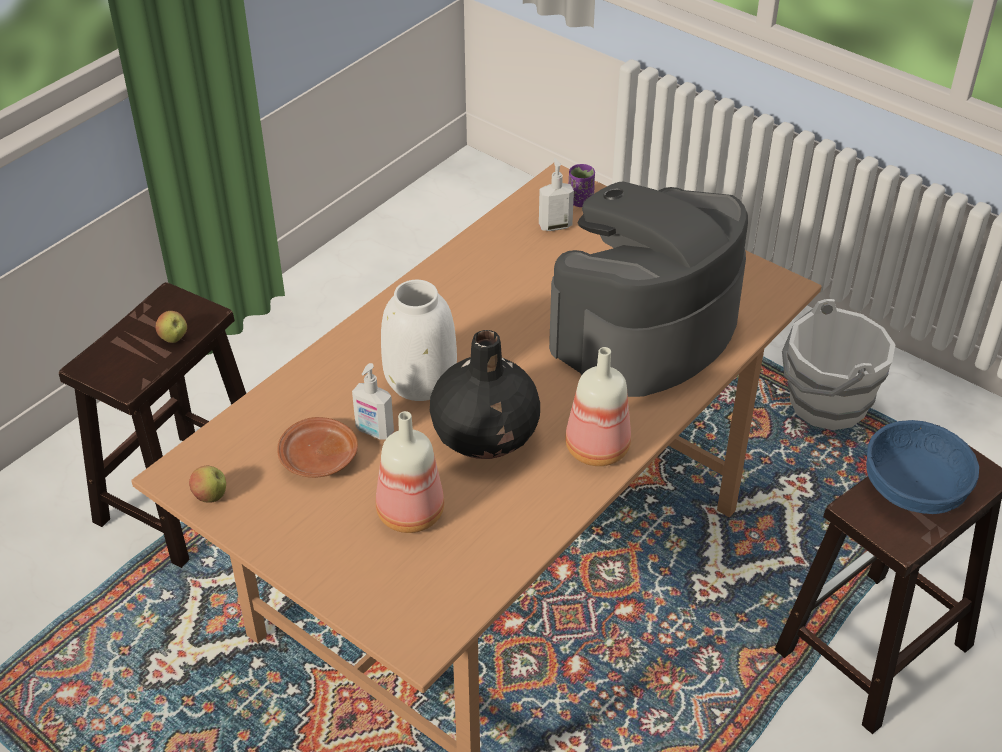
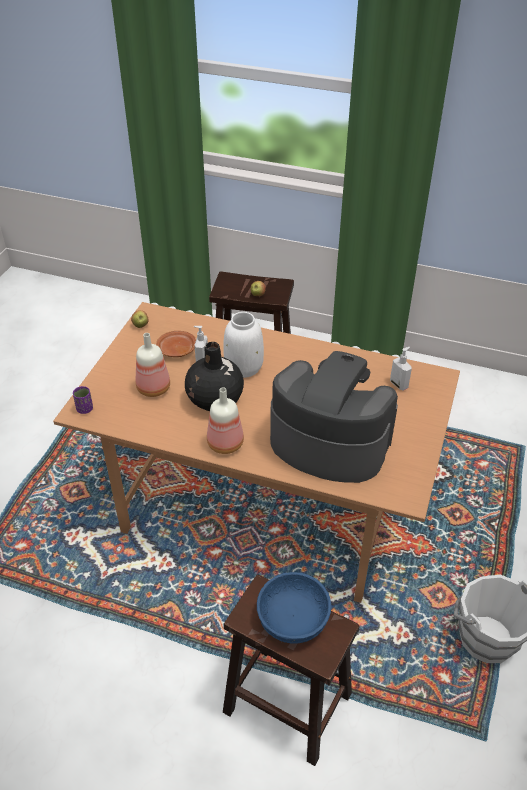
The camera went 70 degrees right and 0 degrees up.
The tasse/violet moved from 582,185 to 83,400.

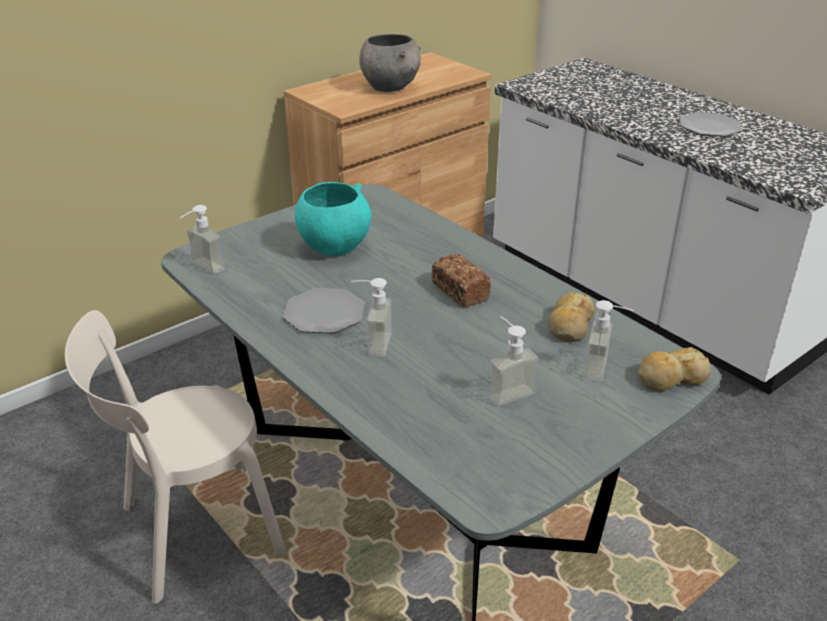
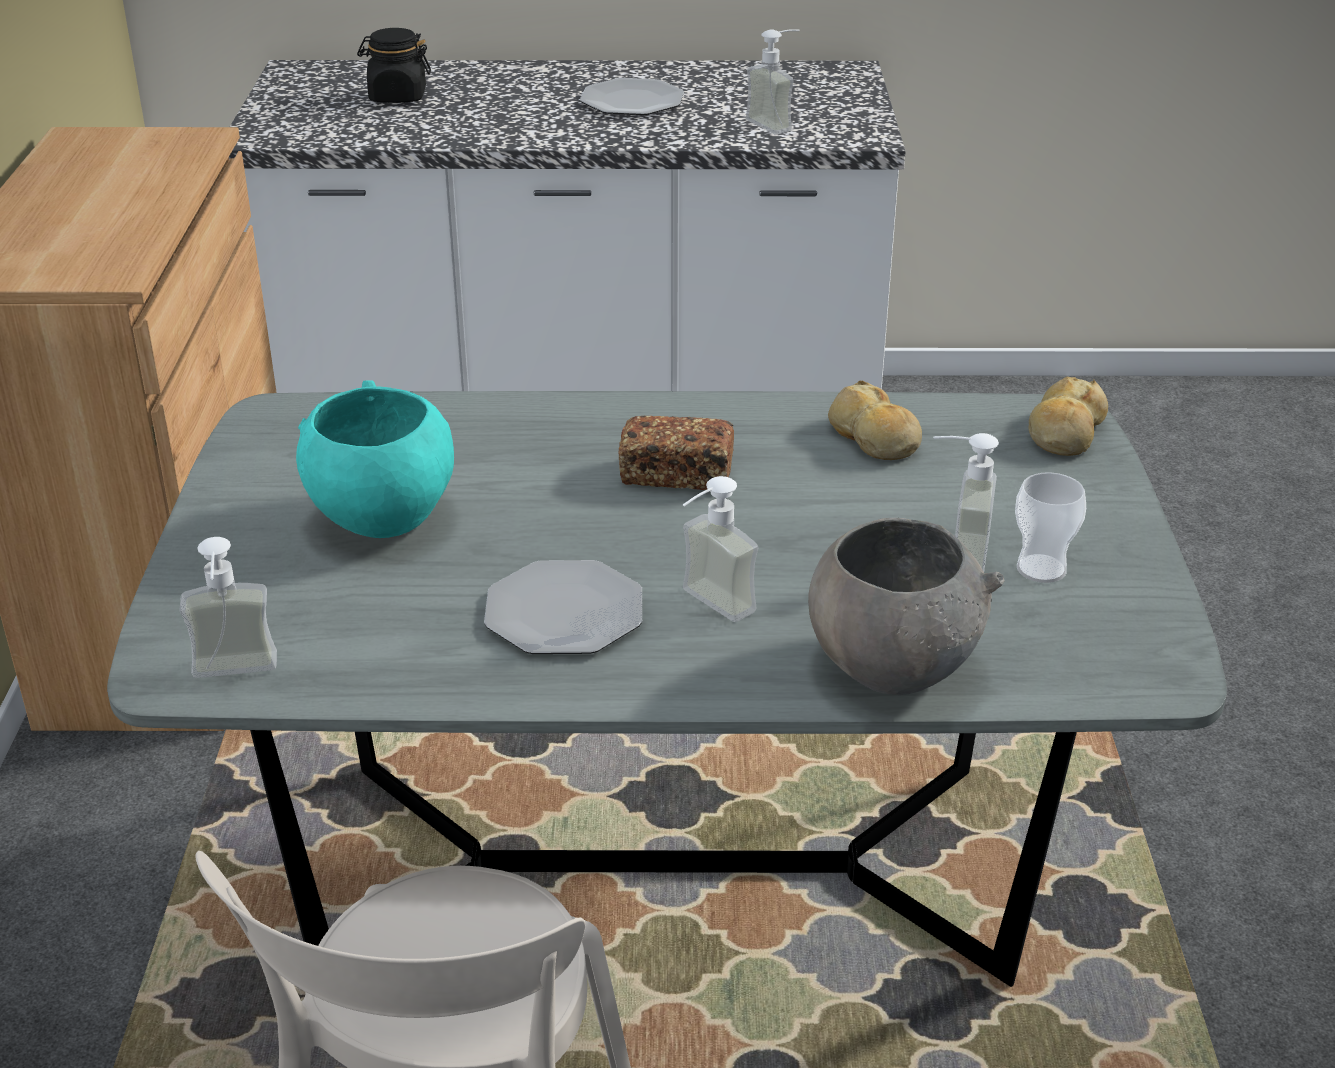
The camera went 50 degrees left and 0 degrees up.
The bocal/noir at 394,65 appeared.
The tasse at 1050,527 appeared.
The bol/gris moved from 390,63 to 906,606.
The distributeur de savon moved from 609,341 to 773,82.

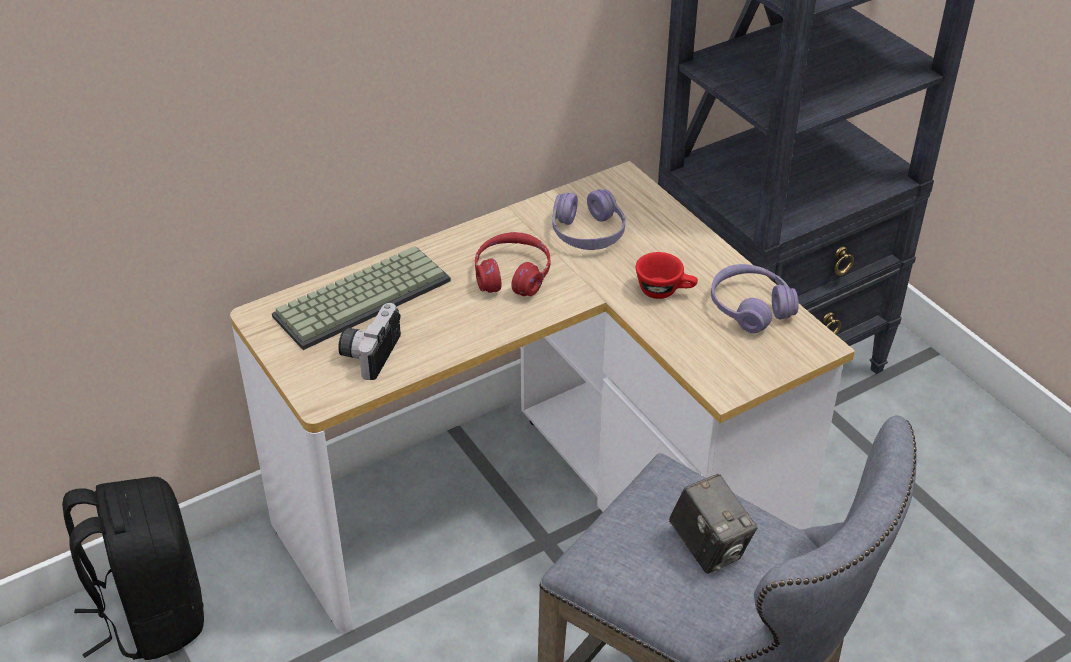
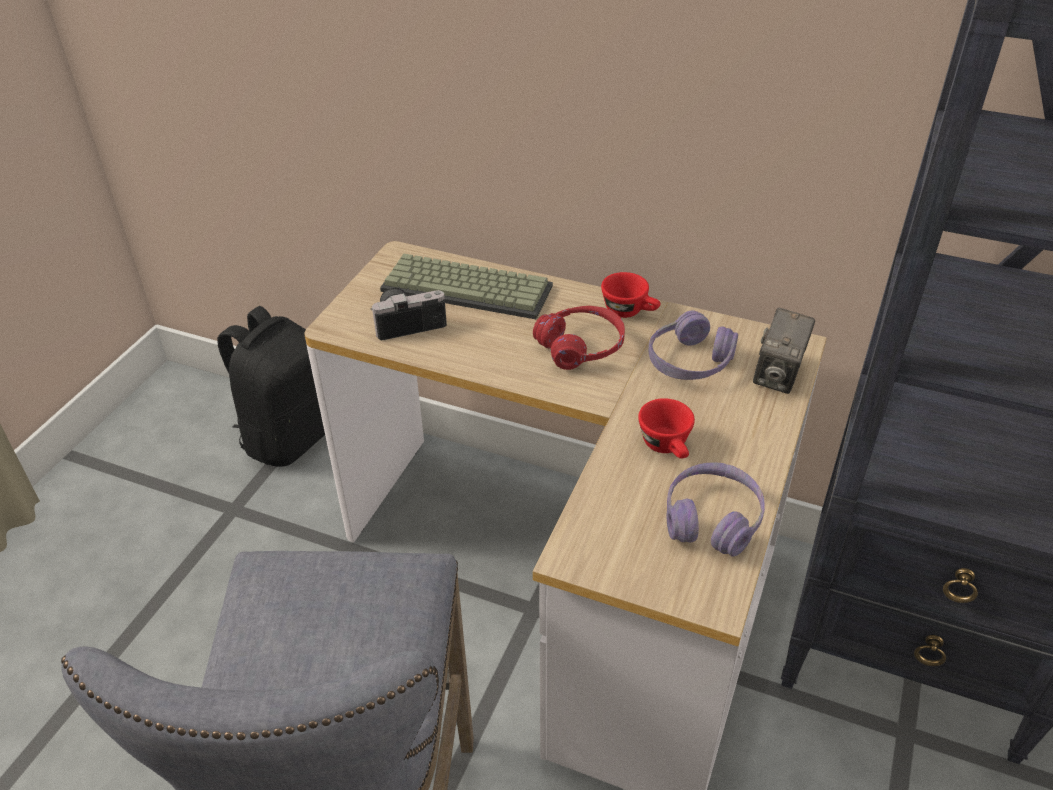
The camera went 55 degrees right and 0 degrees up.
The tasse/rouge at 631,295 appeared.
The appareil photo moved from 713,524 to 784,351.

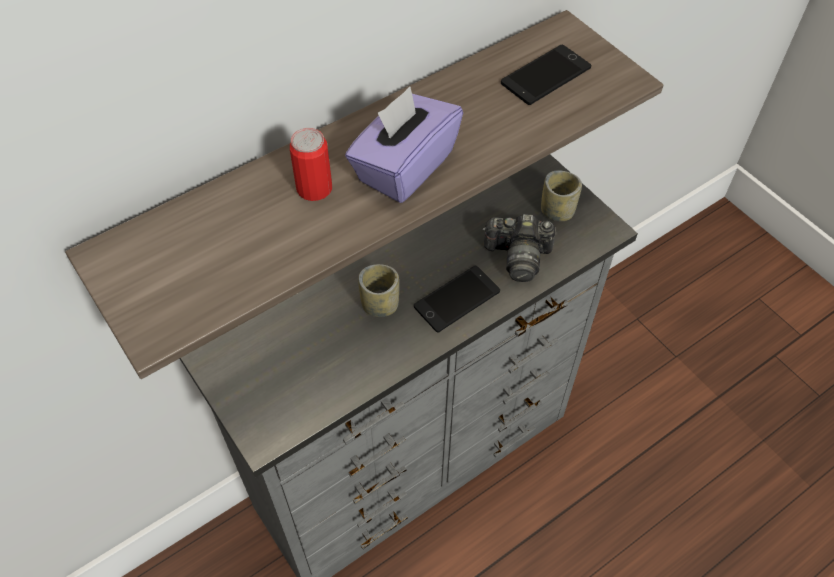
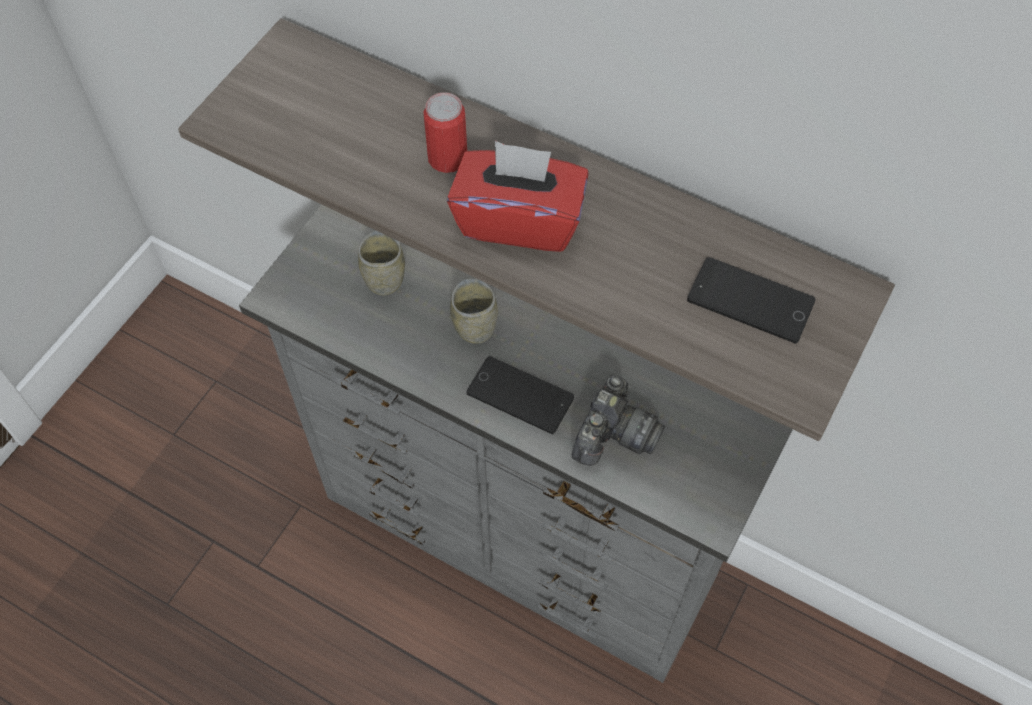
The camera went 65 degrees right and 5 degrees up.
The tasse moved from 561,195 to 381,263.
The boîte à mouchoirs/violet at 404,145 became the boîte à mouchoirs/rouge at 518,196.
The appareil photo at 519,248 turned 135 degrees counterclockwise.

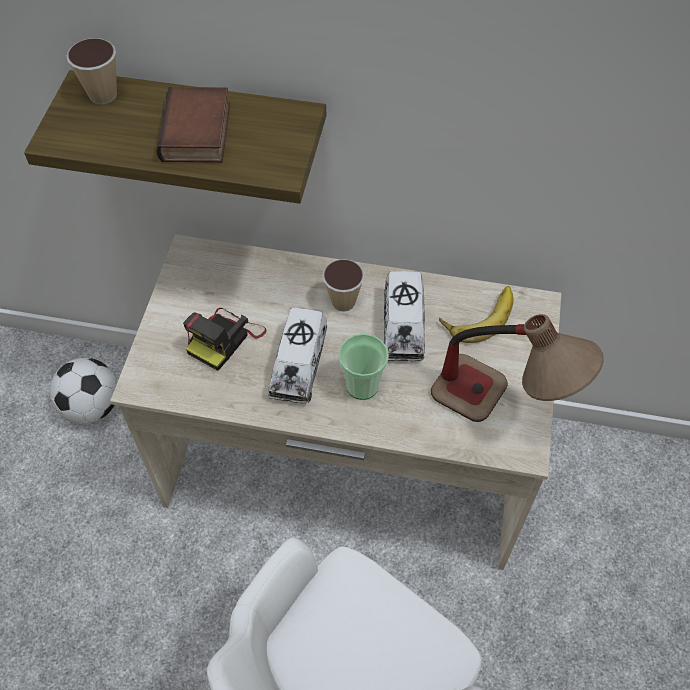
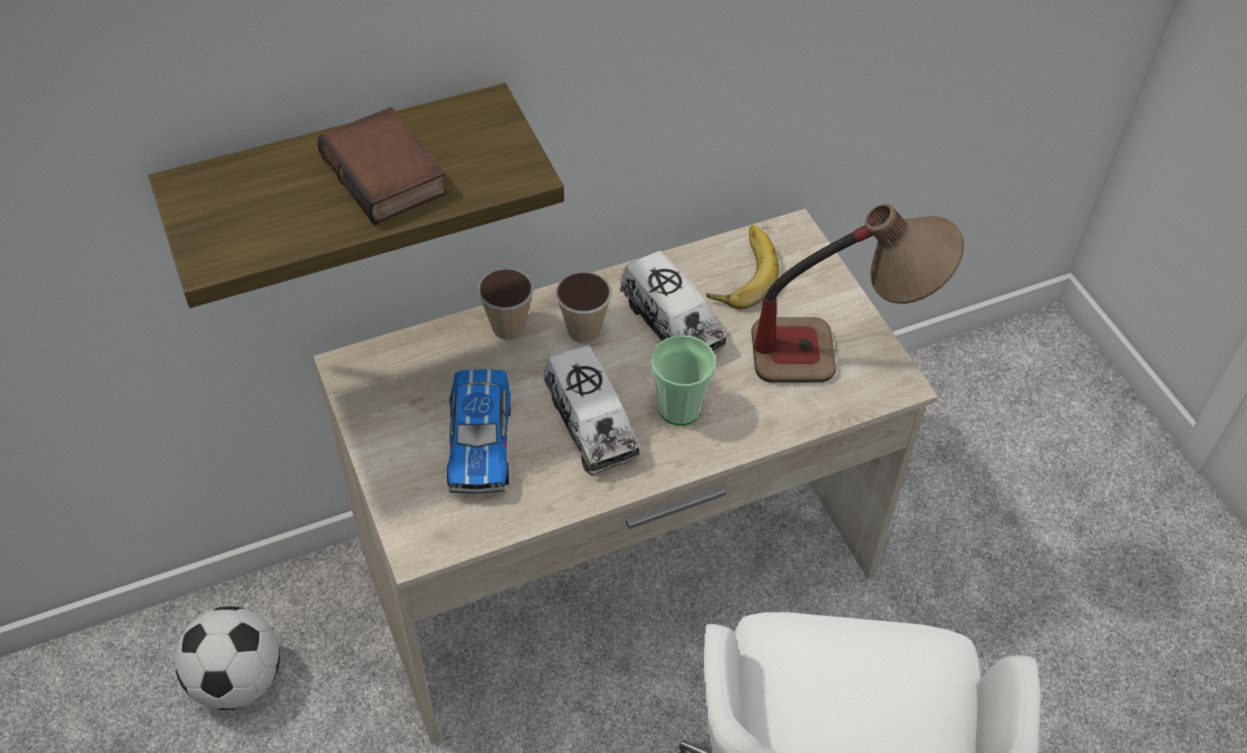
The camera went 35 degrees left and 5 degrees down.
The tasse moved from 91,71 to 506,304.
The appareil photo at 224,339 was replaced by the petite voiture at 479,431.

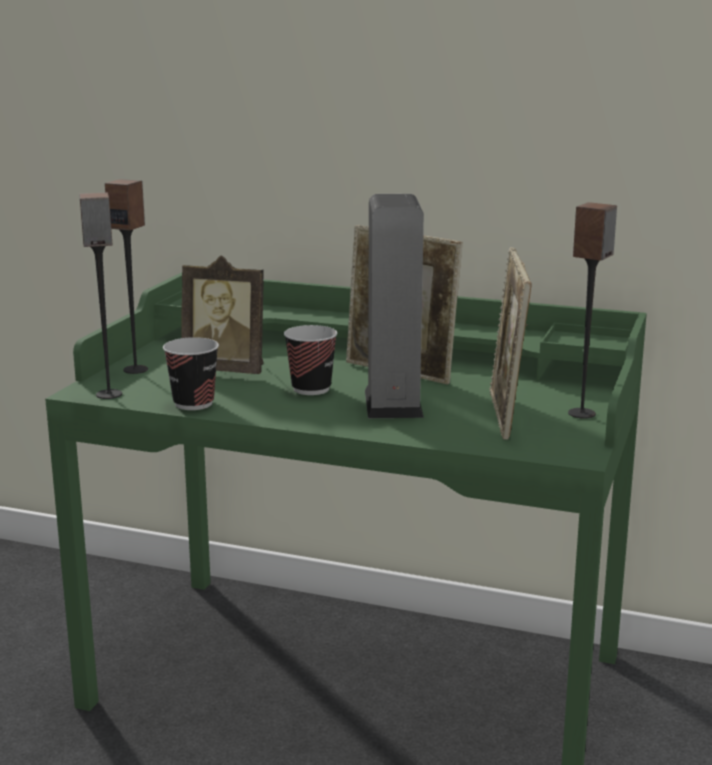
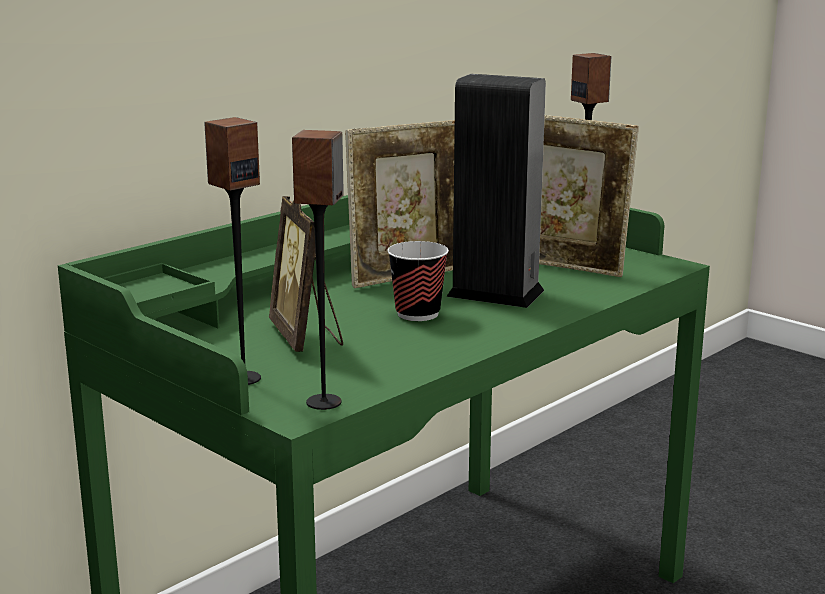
The camera went 65 degrees left and 0 degrees up.
The tasse at 191,373 disappeared.
The cadre photo at 222,314 turned 120 degrees clockwise.

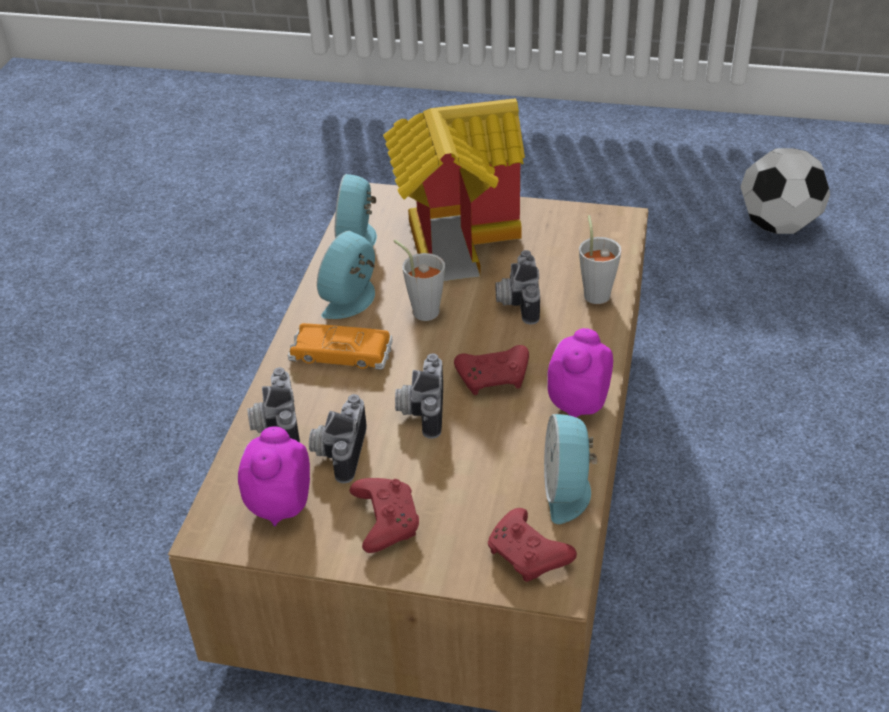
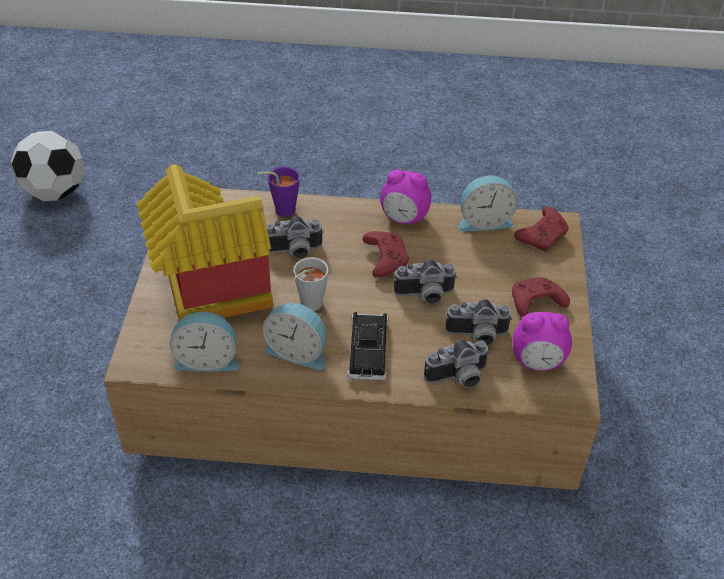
The camera went 100 degrees left and 5 degrees up.
The petite voiture/orange at 340,346 became the petite voiture/noir at 368,346.
The tasse/gris at 600,259 became the tasse/violet at 278,192.

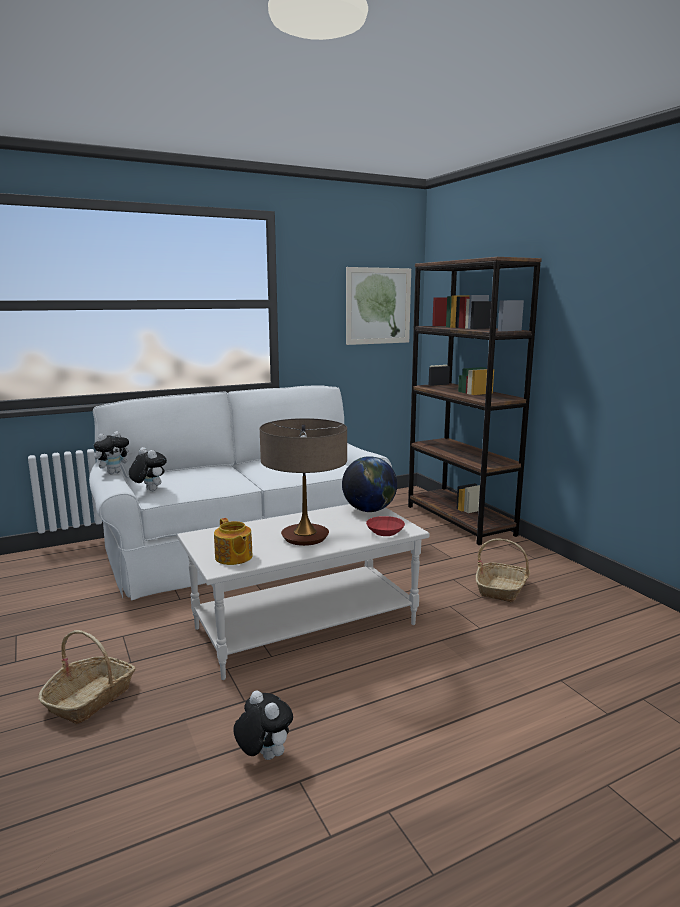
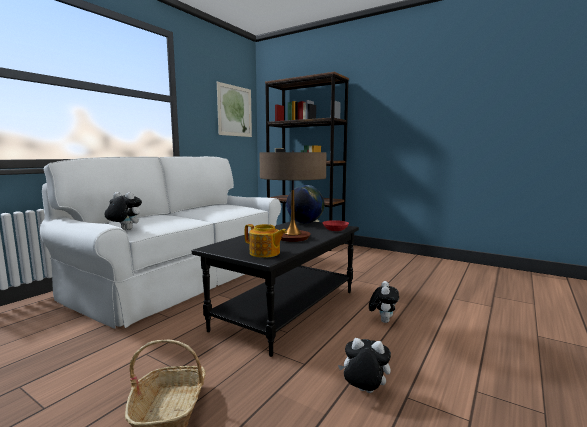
The camera went 30 degrees left and 5 degrees down.
The panier at 503,570 disappeared.
The peluche moved from 113,452 to 384,302.
The table basse/blanc at 303,592 became the table basse/noir at 275,289.

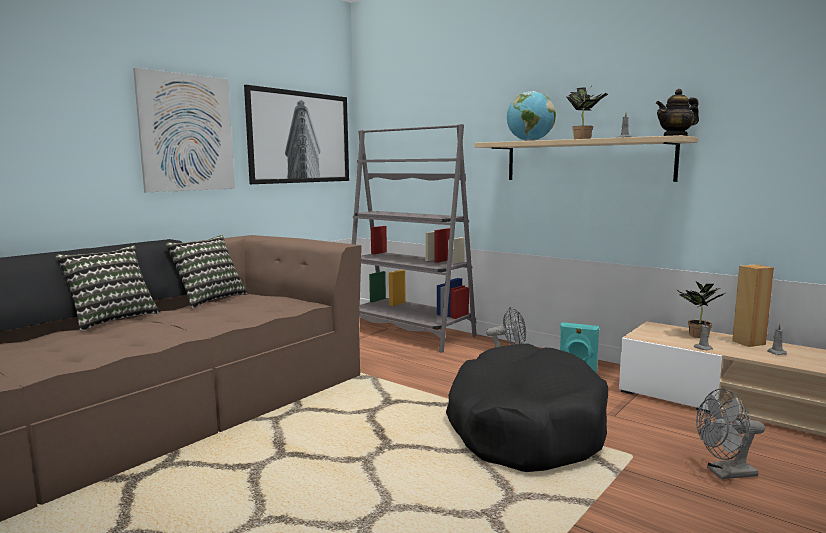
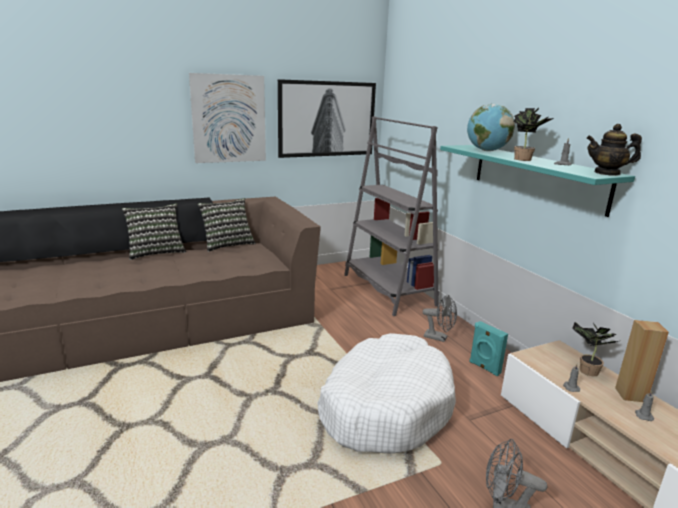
The camera went 25 degrees right and 10 degrees up.
The panier pour chien/noir at 527,408 became the panier pour chien/blanc at 386,393.
The étagère/beige at 586,158 became the étagère/turquoise at 537,181.

